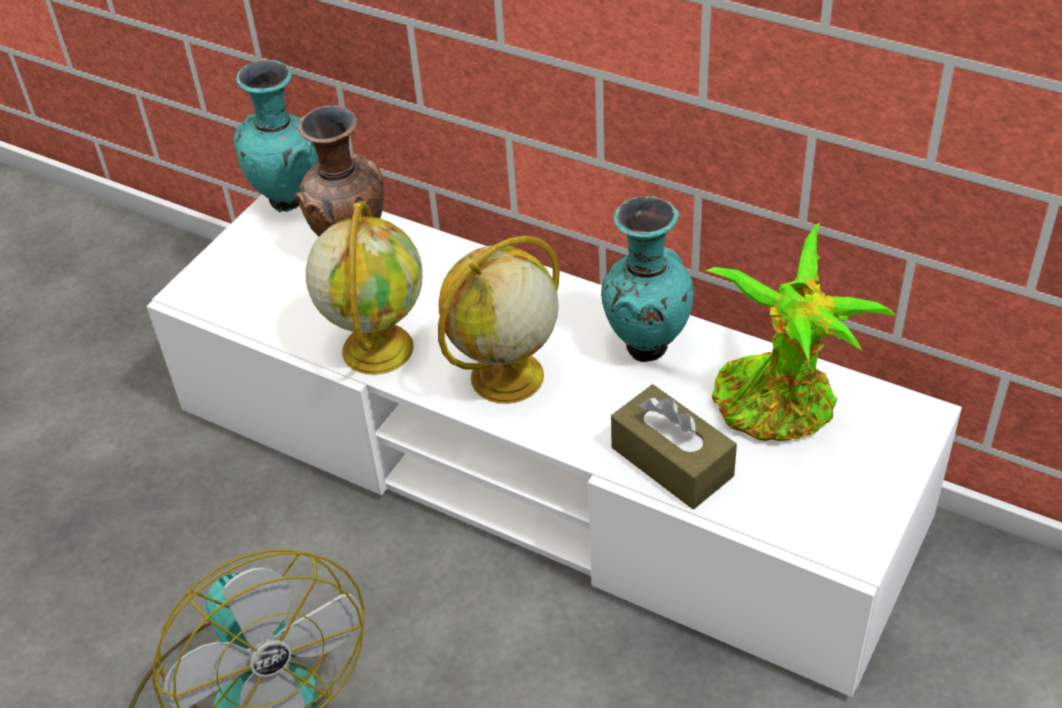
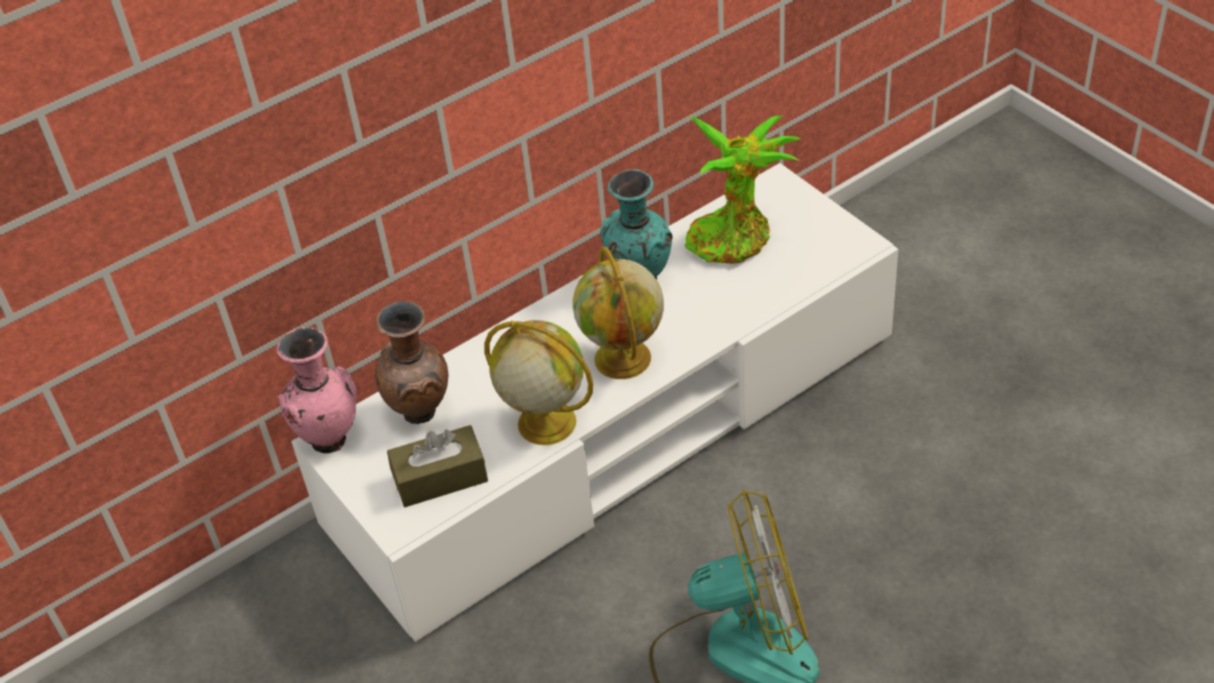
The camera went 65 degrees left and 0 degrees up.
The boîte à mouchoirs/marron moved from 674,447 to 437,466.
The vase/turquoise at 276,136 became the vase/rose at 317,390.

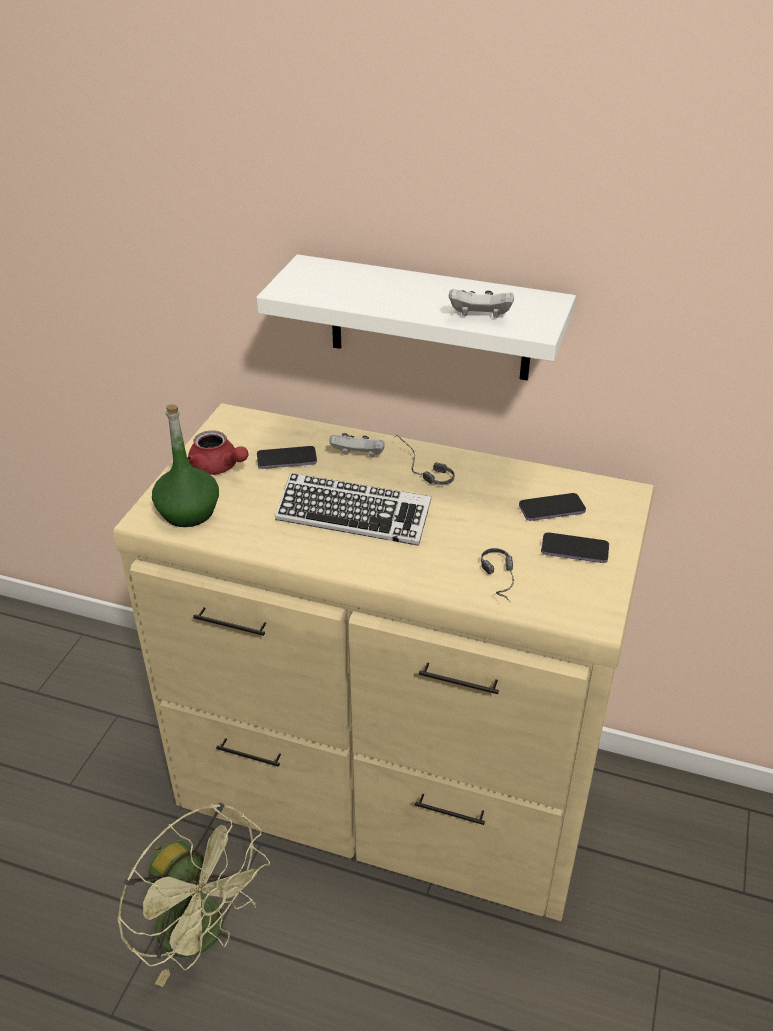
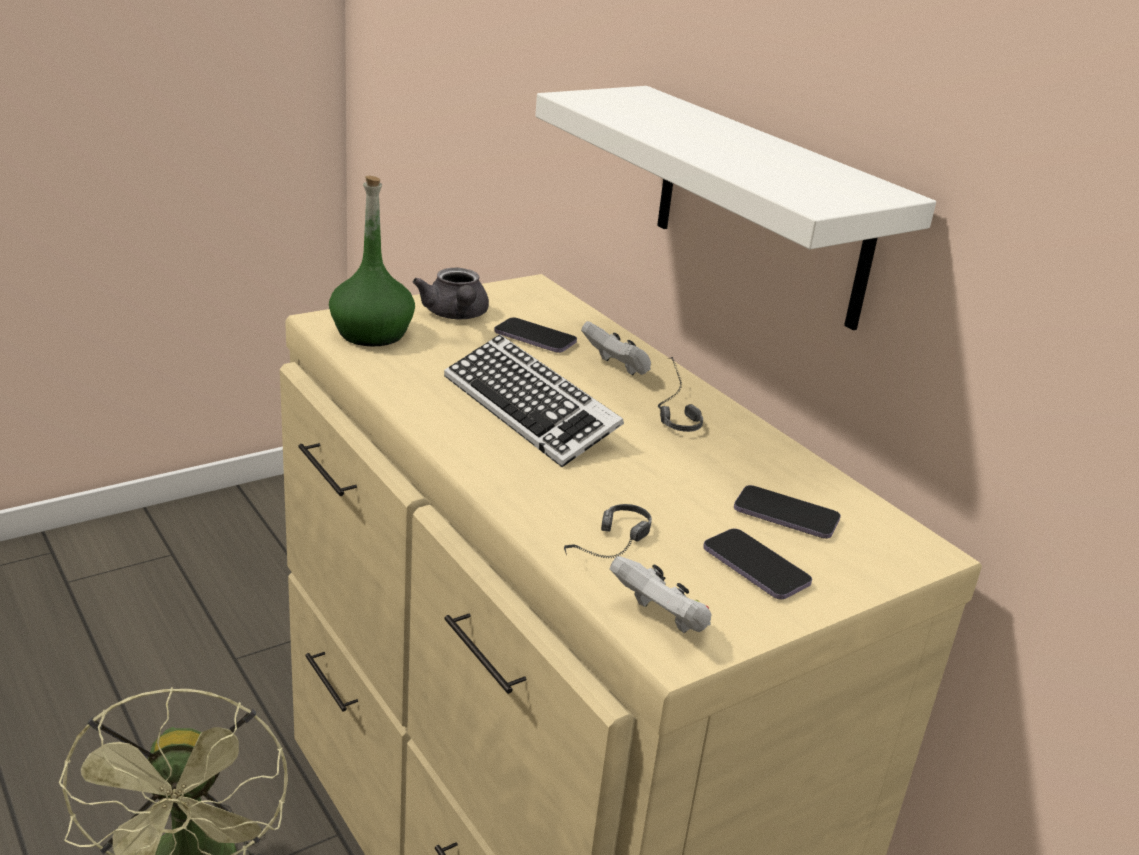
The camera went 35 degrees right and 10 degrees down.
The manette/blanc moved from 481,303 to 661,594.
The théière/rouge at 218,452 became the théière/gris at 451,293.

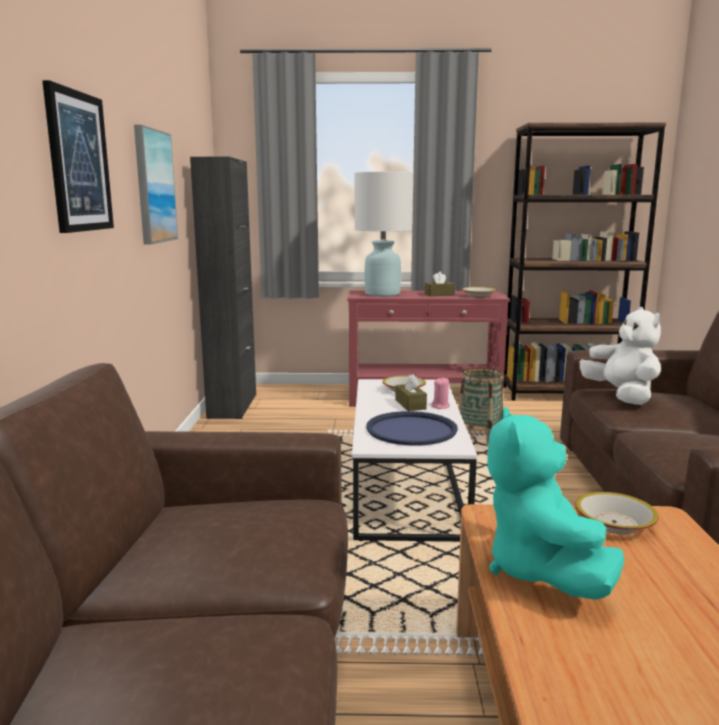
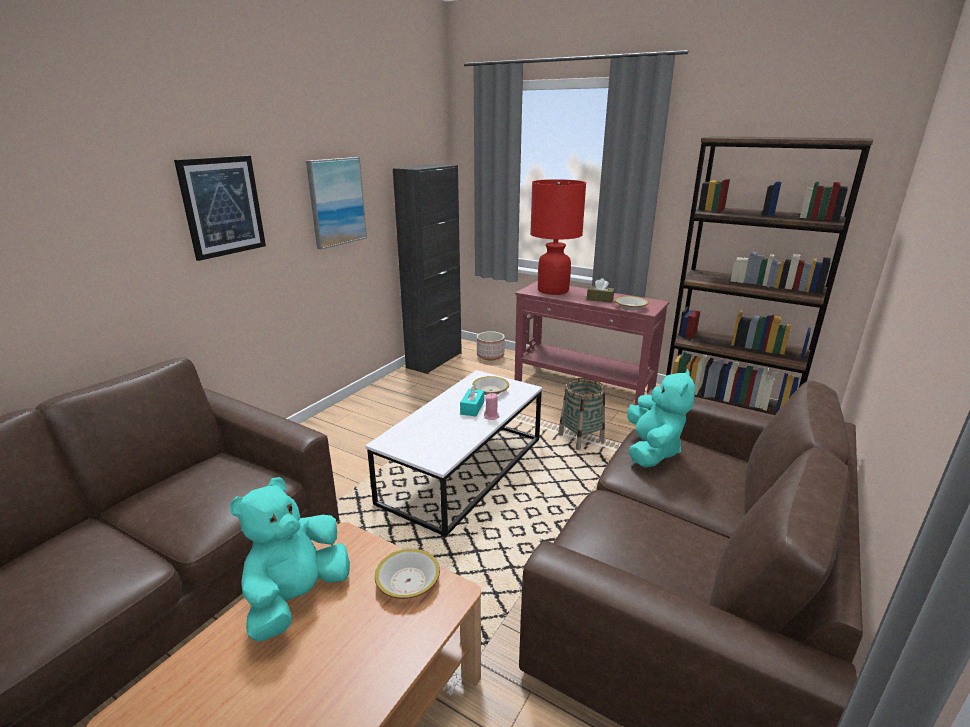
The camera went 30 degrees right and 10 degrees up.
The plateau/bleu at 412,428 disappeared.
The cache-pot at 491,345 appeared.
The lampe de table/blanc at 383,234 became the lampe de table/rouge at 558,237.
The boîte à mouchoirs/marron at 411,392 became the boîte à mouchoirs/turquoise at 472,400.
The peluche/blanc at 620,356 became the peluche/turquoise at 661,418.

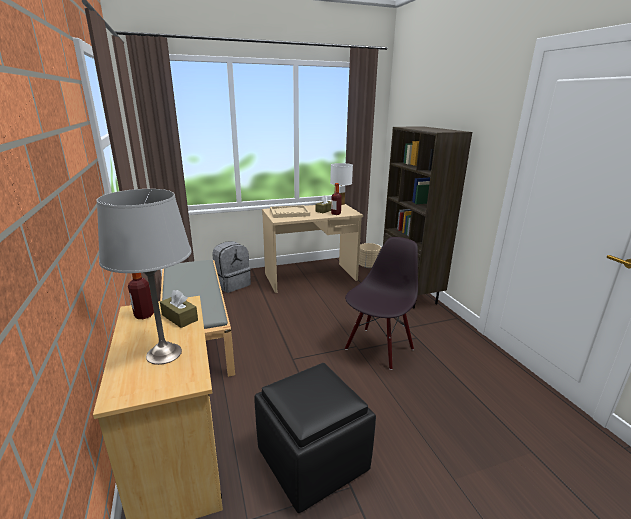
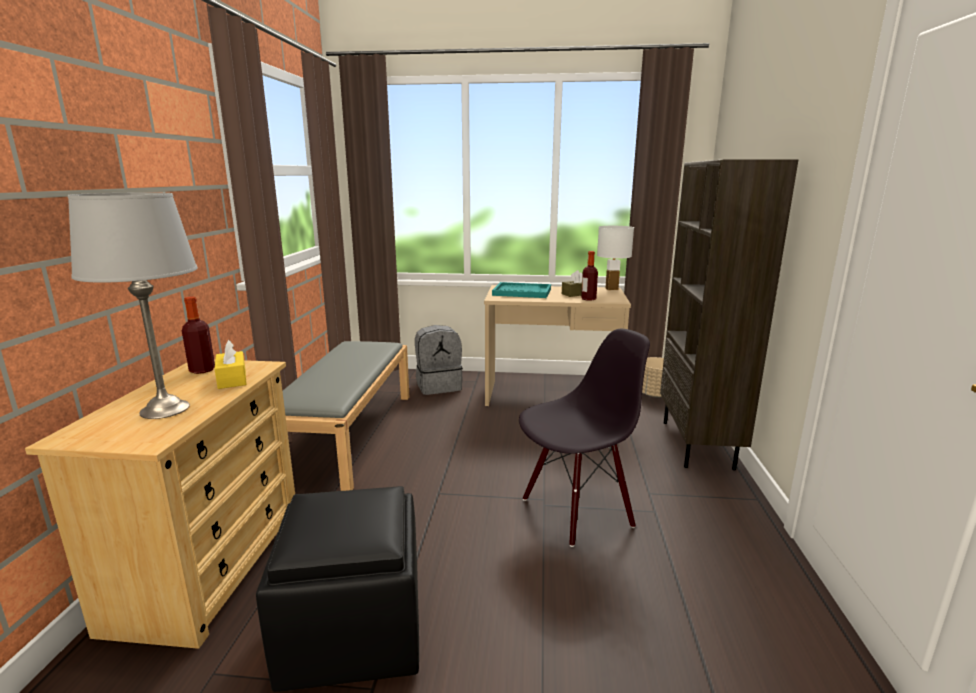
The camera went 25 degrees right and 5 degrees down.
The boîte à mouchoirs/marron at 179,309 became the boîte à mouchoirs/jaune at 230,364.
The plateau/beige at 290,211 became the plateau/turquoise at 521,290.

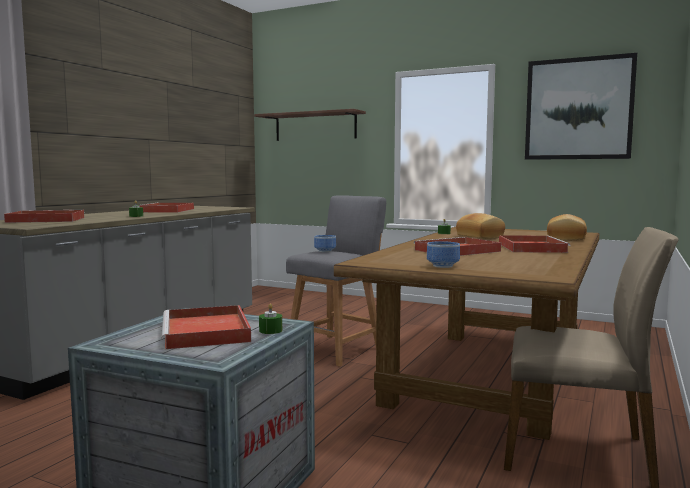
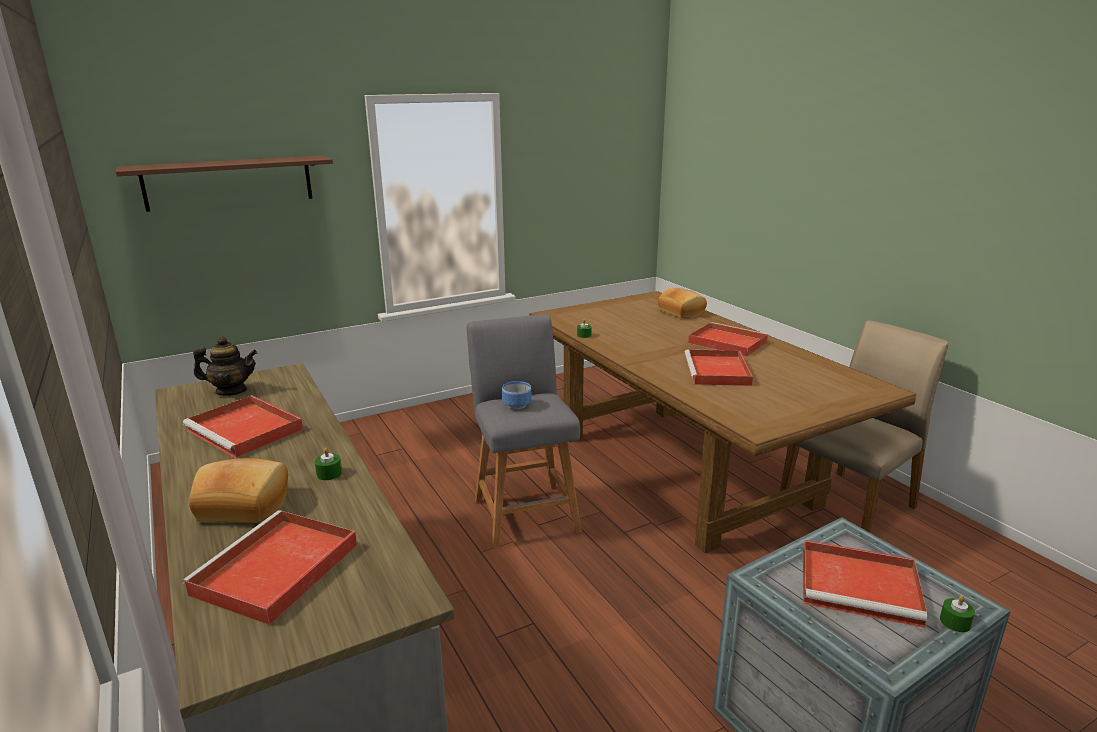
The camera went 55 degrees left and 15 degrees up.
The bol at 443,254 disappeared.
The tableau at 581,106 disappeared.
The théière at 225,366 appeared.
The bougie/vert moved from 270,319 to 957,613.
The pain moved from 480,226 to 238,490.

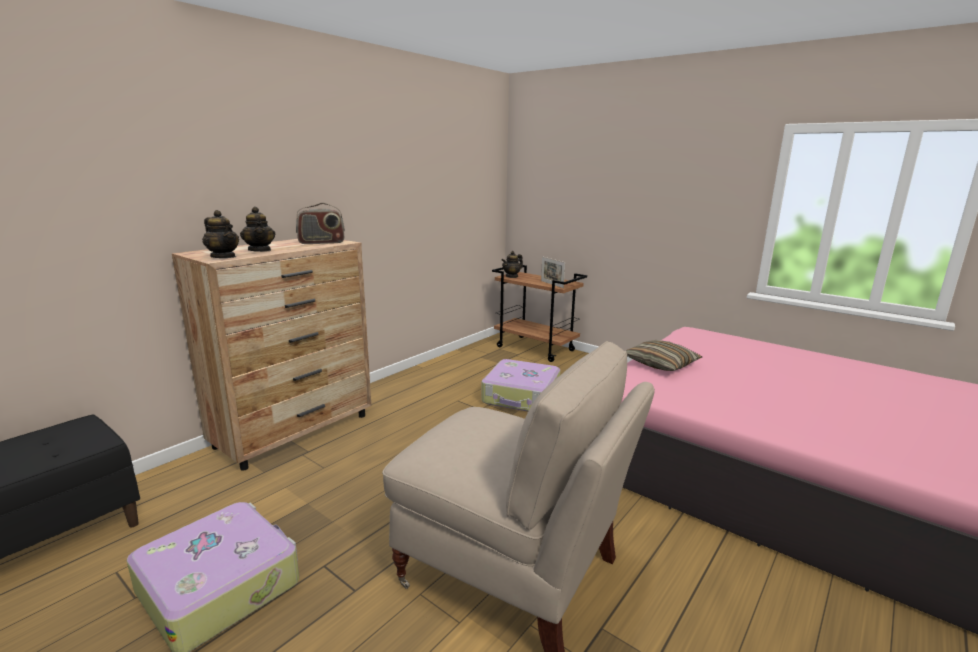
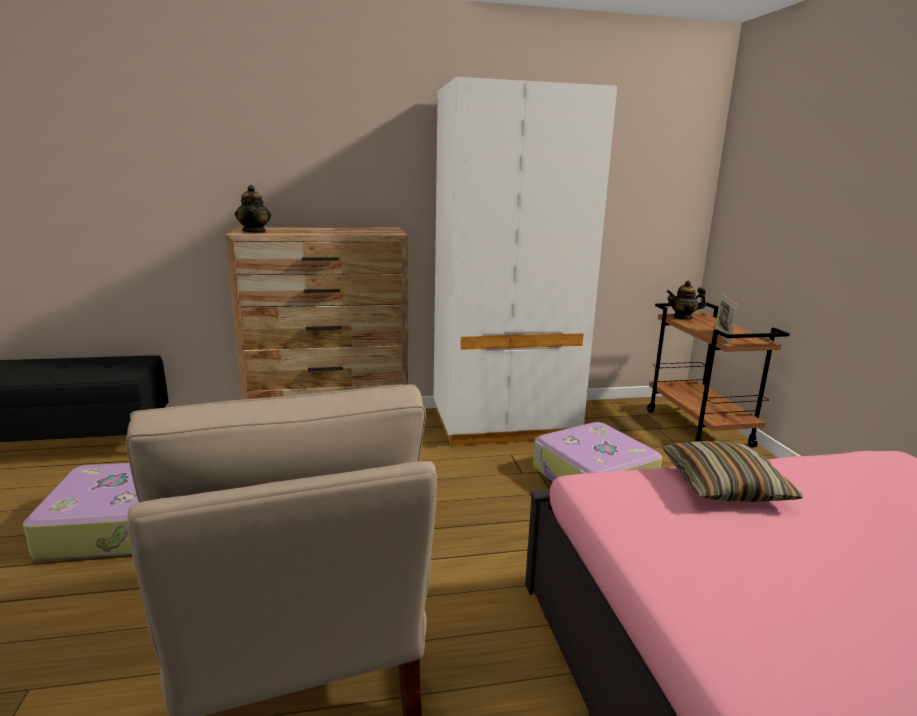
The camera went 40 degrees right and 0 degrees up.
The théière at 257,229 disappeared.
The radio at 320,223 disappeared.
The armoire/blanc at 525,261 appeared.

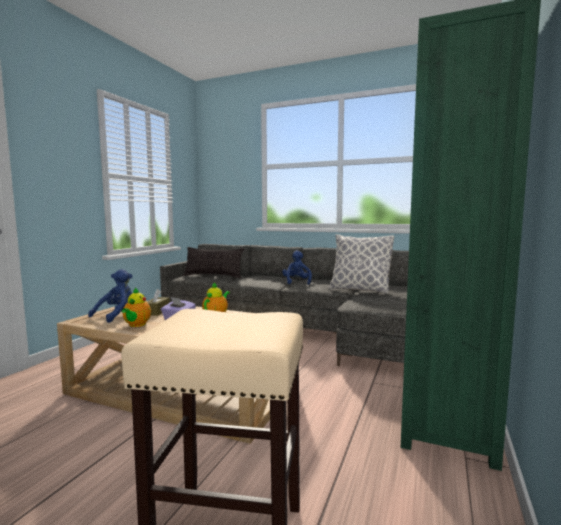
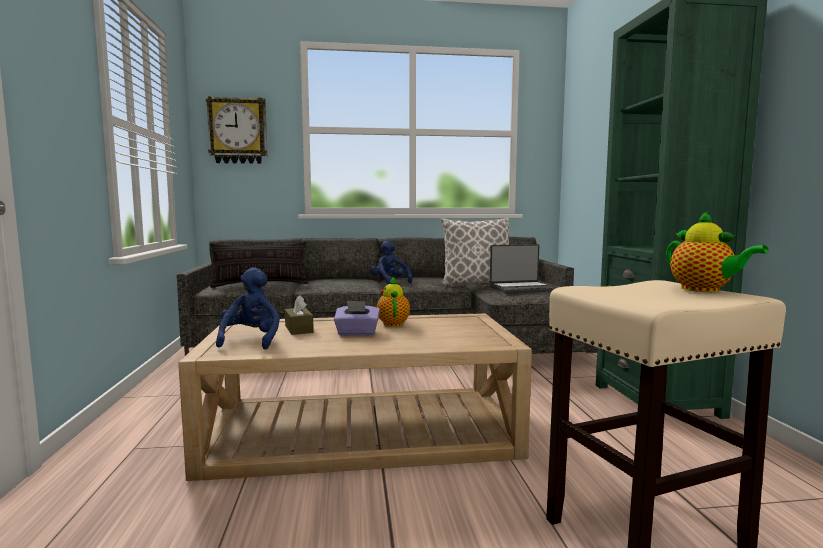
The camera went 30 degrees left and 0 degrees up.
The horloge murale at 237,130 appeared.
The ordinateur portable at 523,268 appeared.
The théière moved from 136,307 to 717,251.

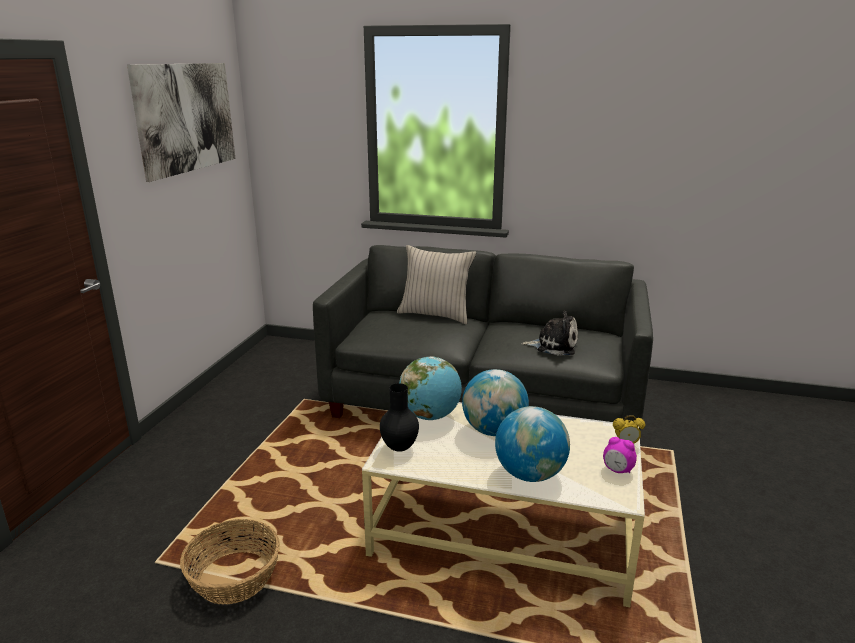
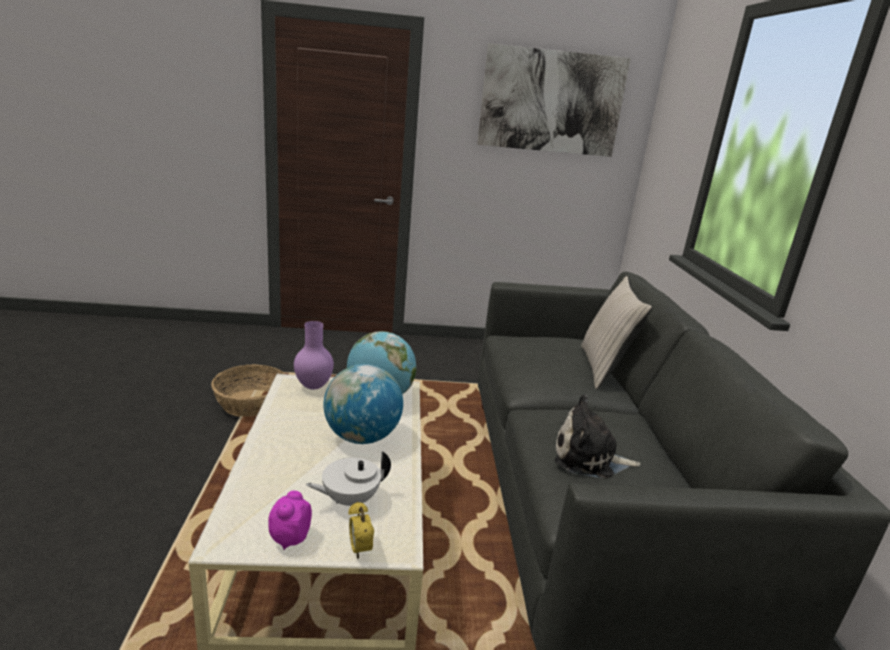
The camera went 70 degrees right and 0 degrees up.
The globe at 532,444 disappeared.
The théière/blanc at 348,478 appeared.
The vase/noir at 399,417 became the vase/violet at 314,355.
The peluche at 549,333 turned 105 degrees clockwise.

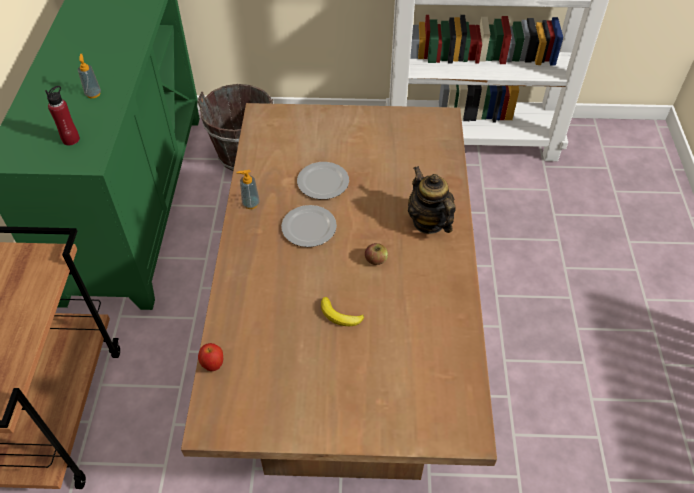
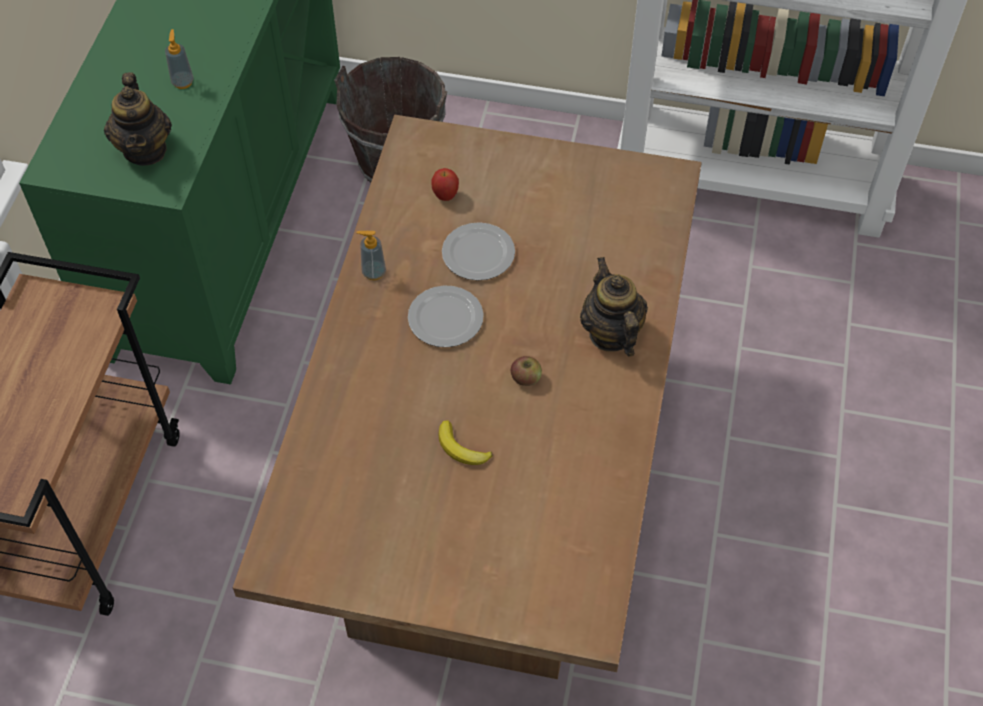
The camera went 10 degrees right and 5 degrees up.
The pomme moved from 210,357 to 445,184.
The bouteille/rouge at 62,115 was replaced by the théière at 138,119.

